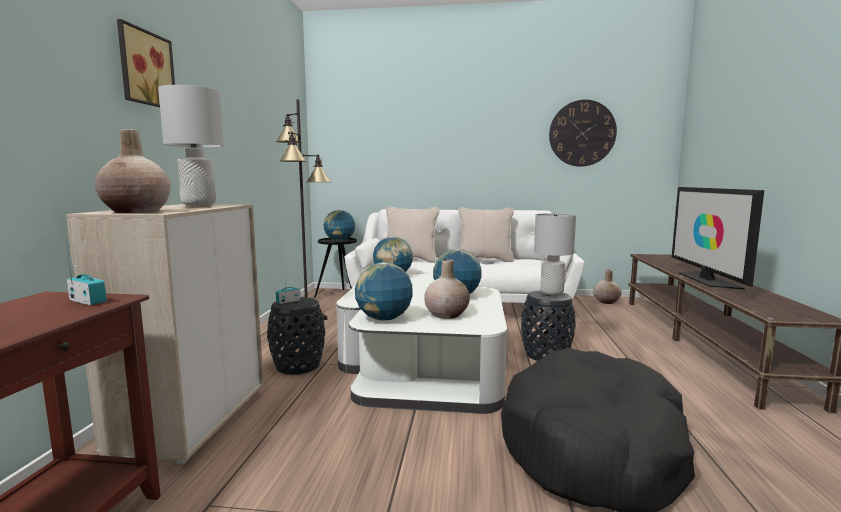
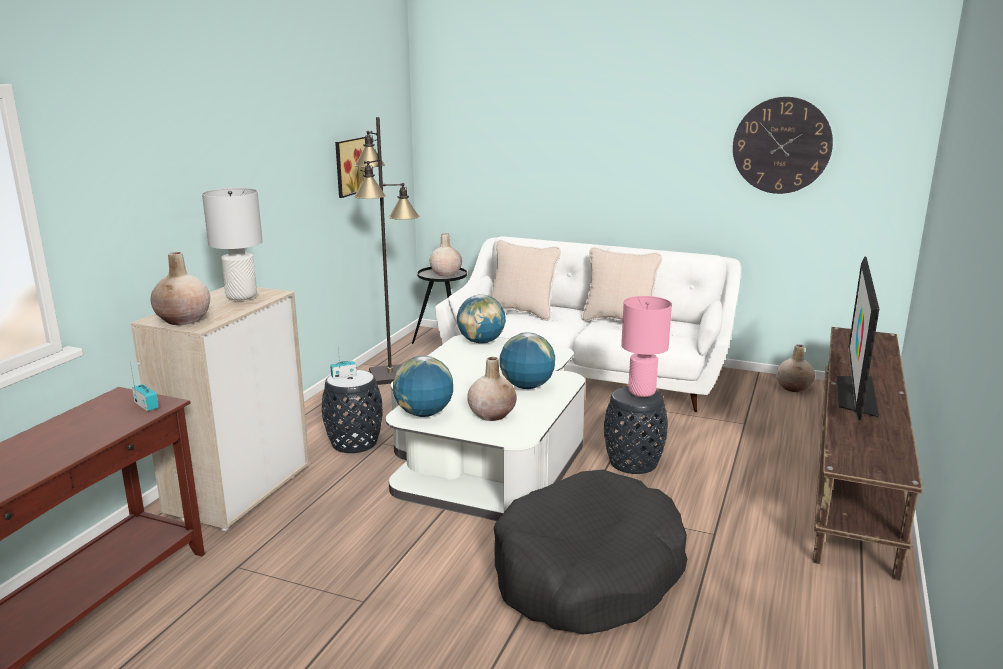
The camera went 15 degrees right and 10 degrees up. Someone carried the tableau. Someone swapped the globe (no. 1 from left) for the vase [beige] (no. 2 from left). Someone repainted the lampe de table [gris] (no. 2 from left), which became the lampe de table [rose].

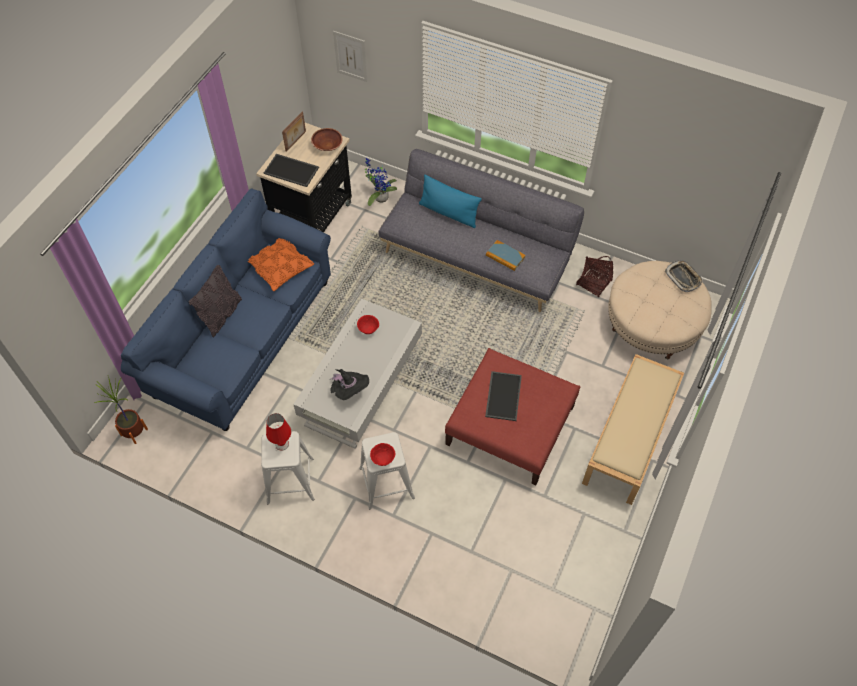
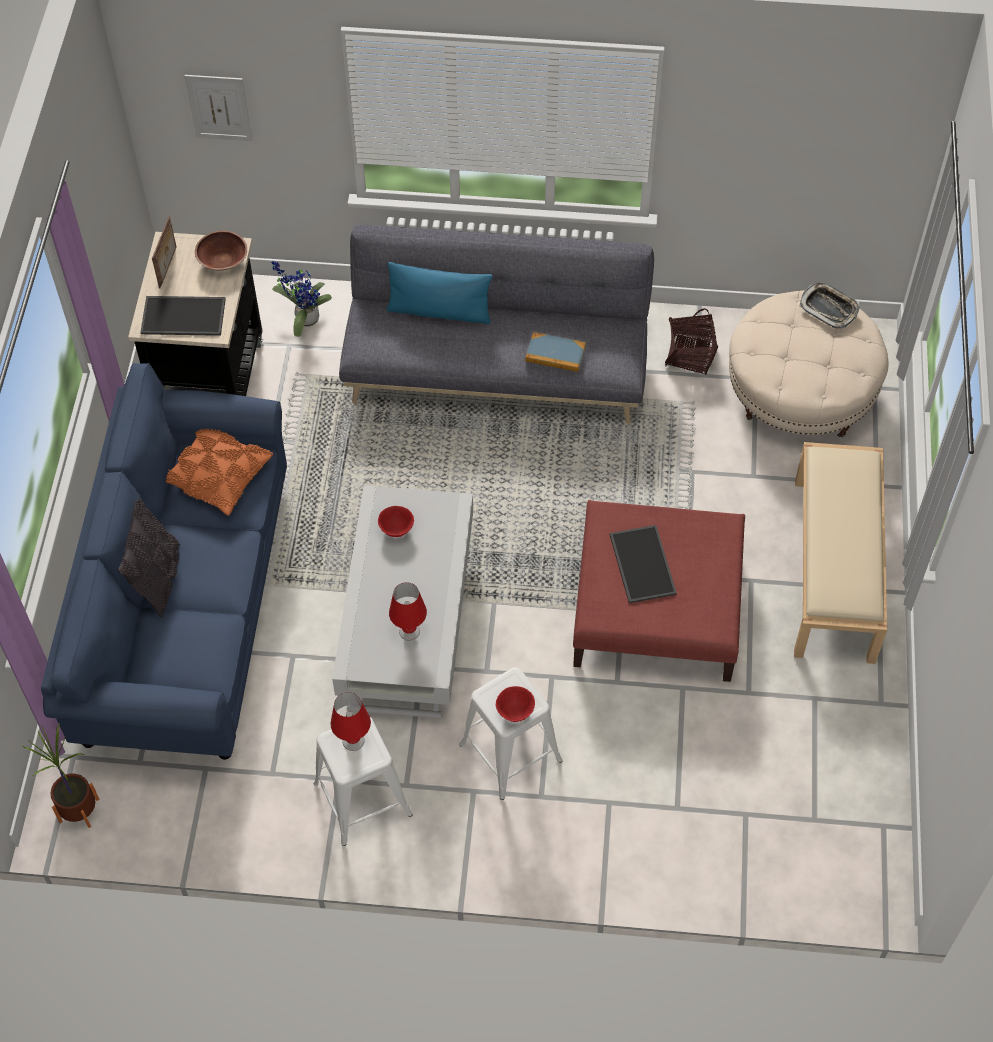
The camera went 20 degrees left and 0 degrees up. Someone swapped the chapeau [noir] for the lampe de table [rouge] (no. 2 from left).

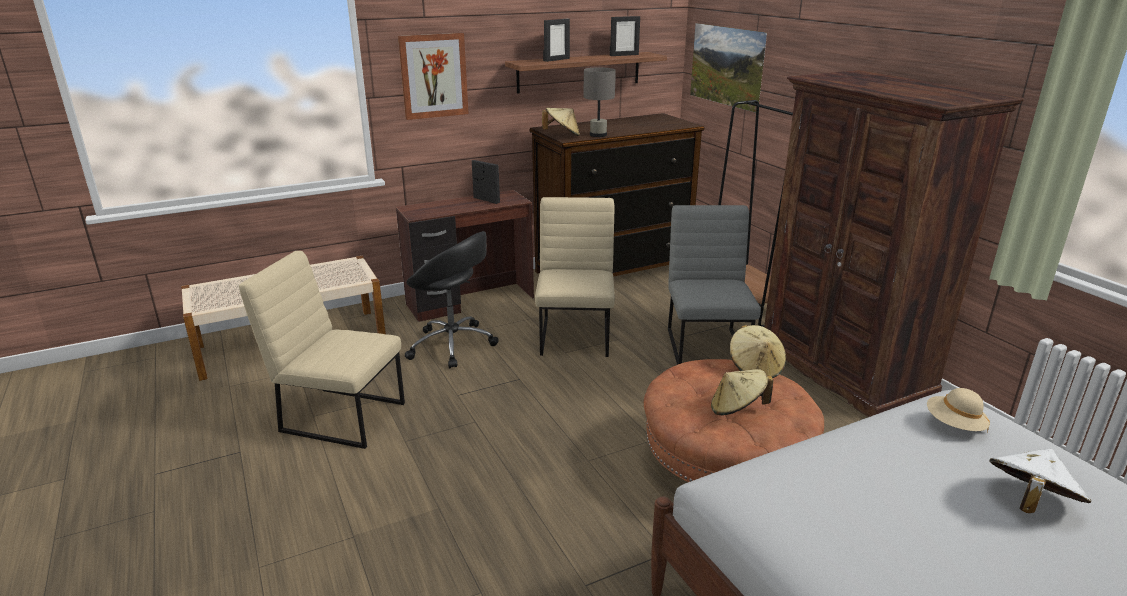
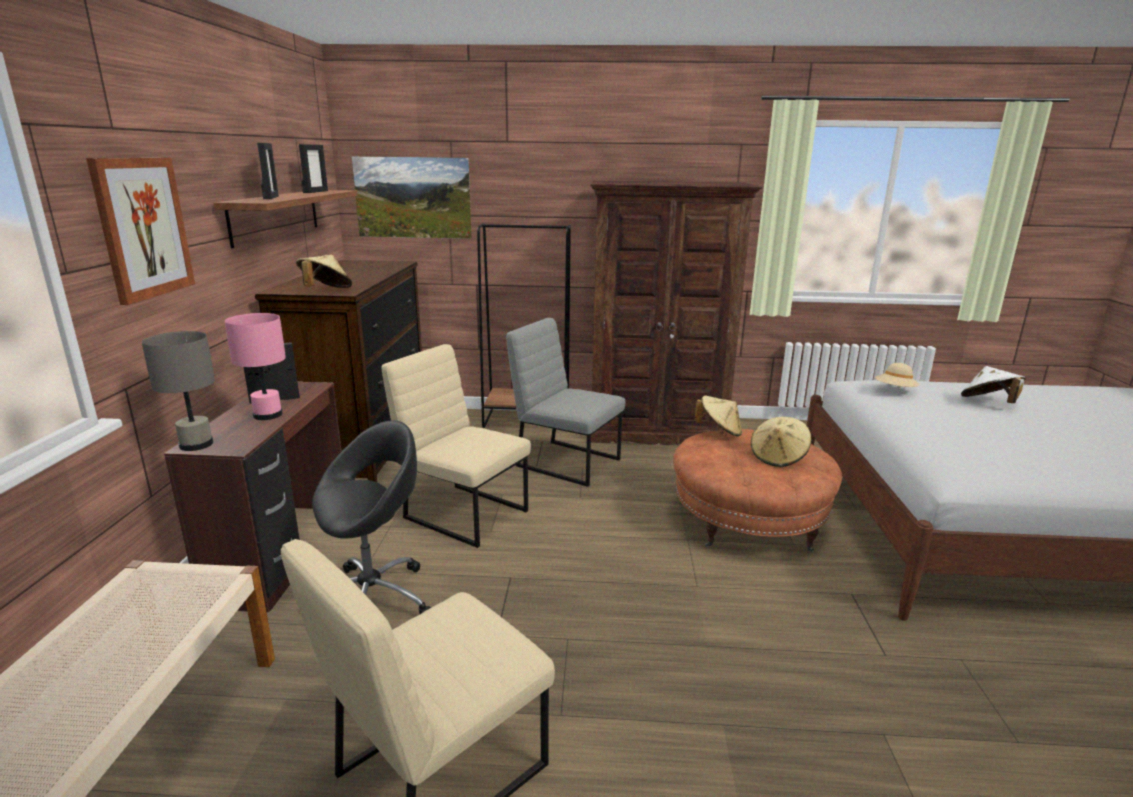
The camera went 60 degrees left and 5 degrees down. Someone put down the lampe de table [rose]. Someone carried the lampe de table [gris].

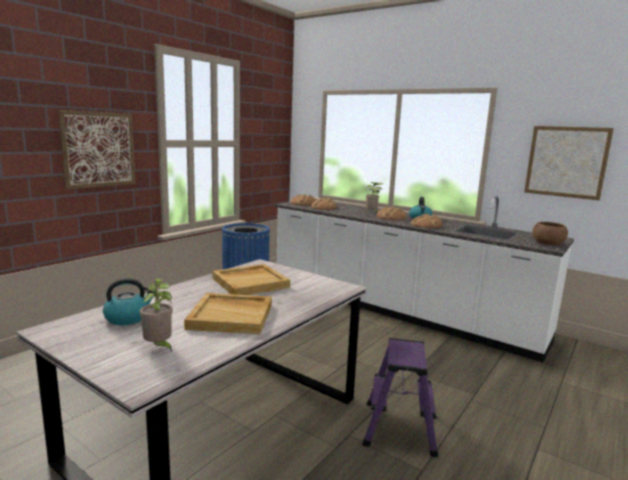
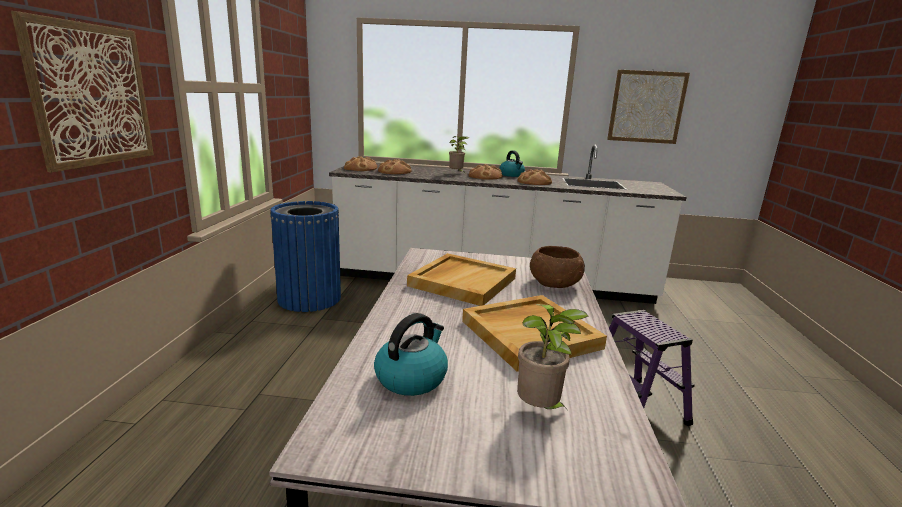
The camera went 30 degrees left and 5 degrees up. Someone carried the bol [marron].

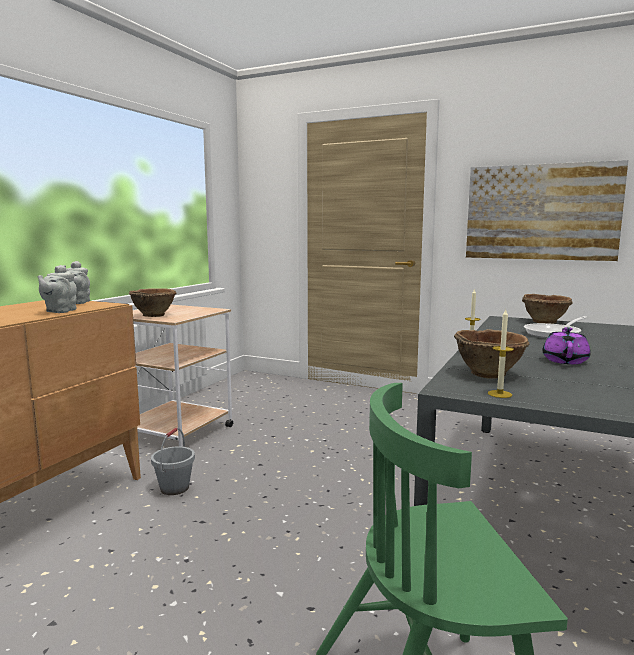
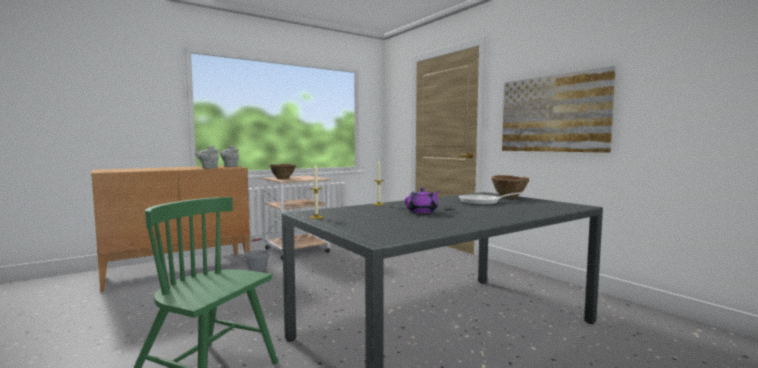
The camera went 30 degrees right and 5 degrees down. Someone took away the bol [marron] (no. 2 from left).

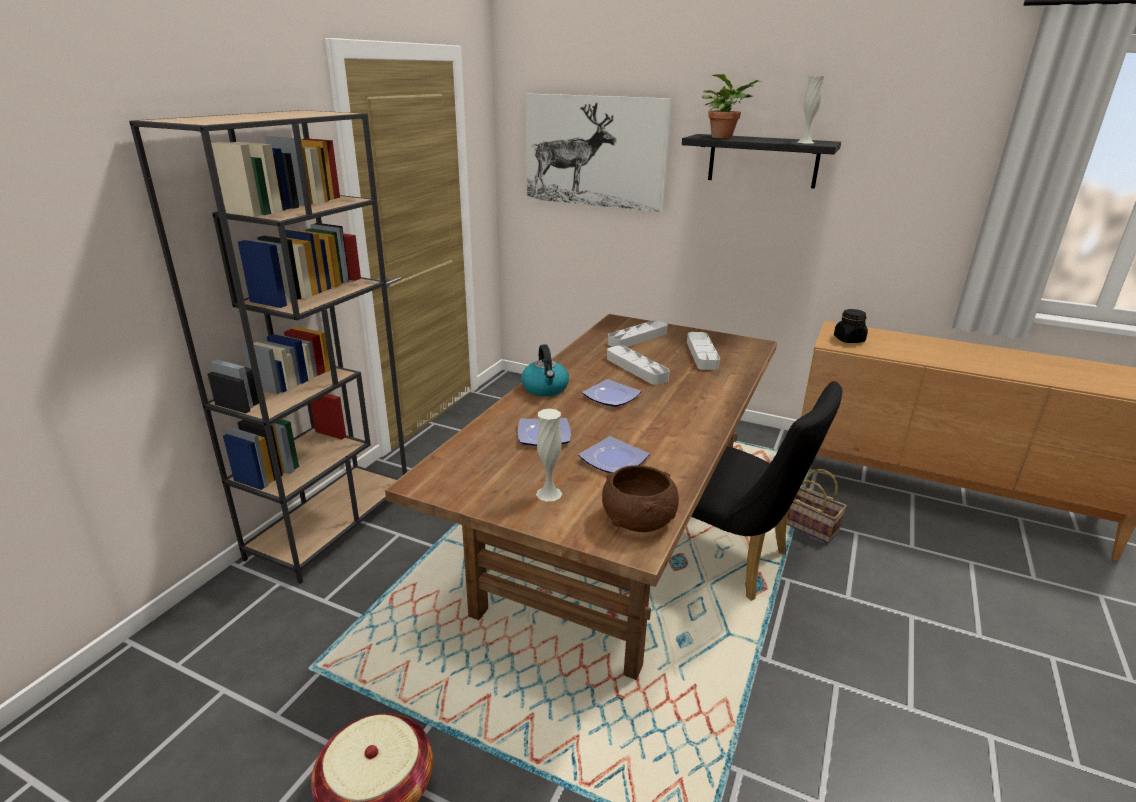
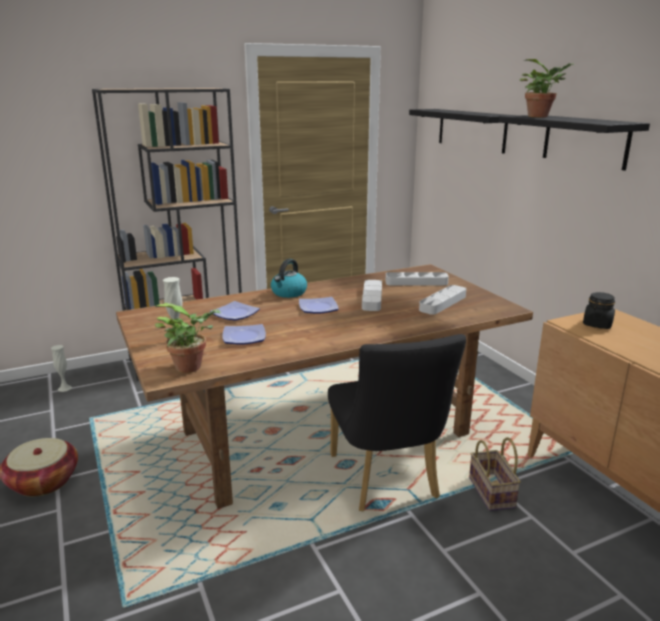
The camera went 40 degrees right and 5 degrees down. Someone carried the vase [blanc] (no. 2 from left in the first image). Someone swapped the tableau for the étagère [noir] (no. 1 from left). Someone swapped the bol [marron] for the plante en pot (no. 1 from left).

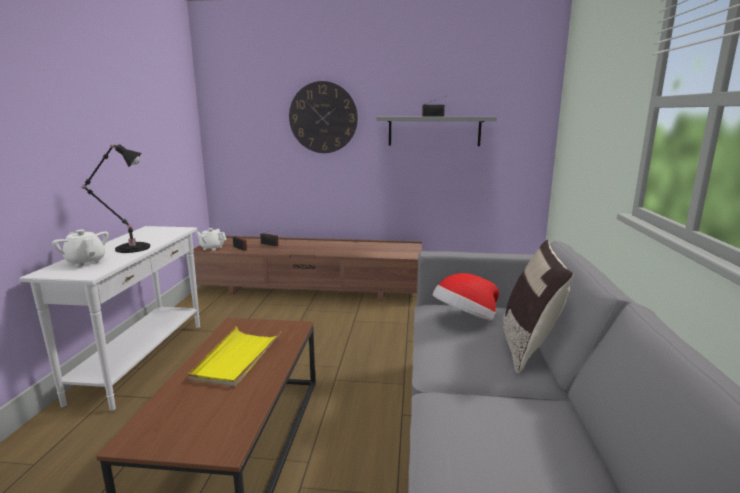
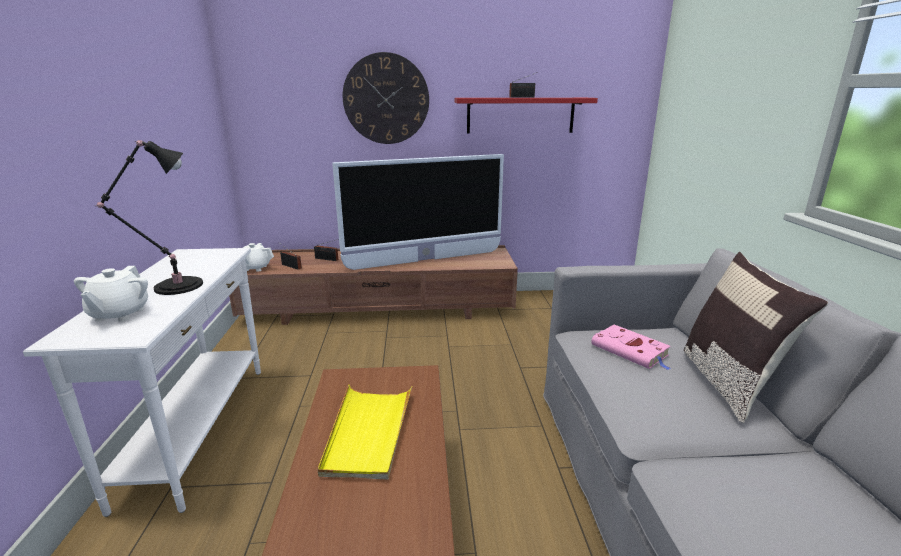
The camera went 10 degrees left and 5 degrees up. Someone put down the téléviseur. Someone swapped the chapeau for the livre [rose]. Someone repainted the étagère [gris], which became the étagère [rouge]. Someone rotated the théière [blanc] (no. 1 from left) by 120 degrees counterclockwise.

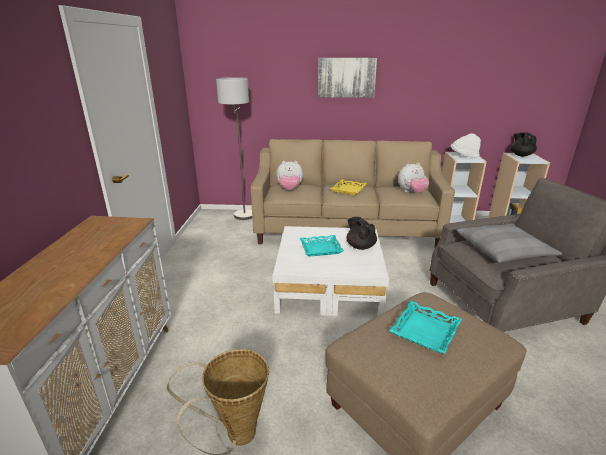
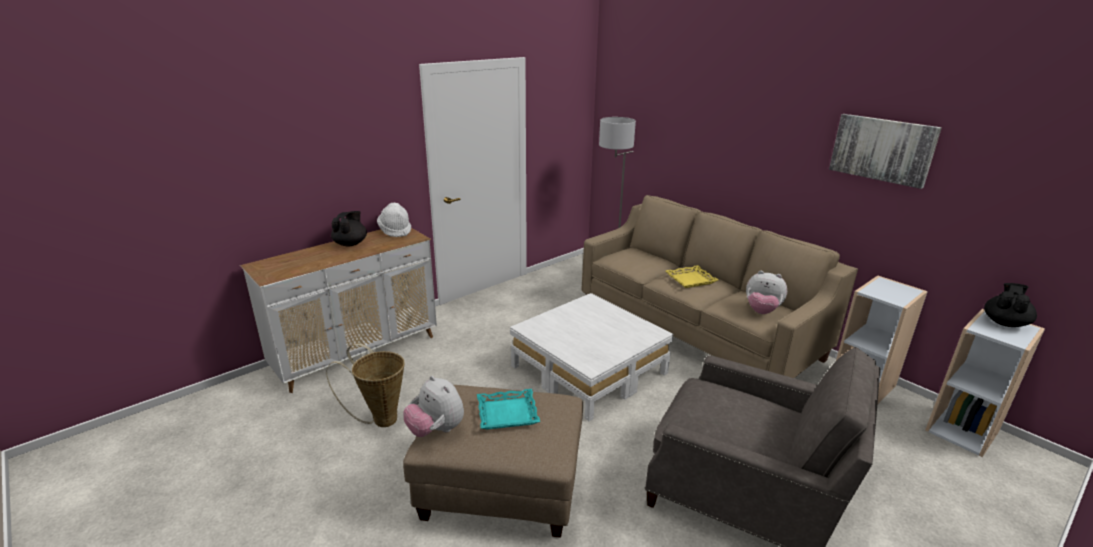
The camera went 45 degrees right and 0 degrees up. Someone took away the plateau [turquoise] (no. 1 from left). Someone took away the coussin [gris]. Someone carried the peluche (no. 1 from left). Someone carried the tableau. Someone carried the théière [noir] (no. 1 from left). Someone carried the chapeau [blanc].

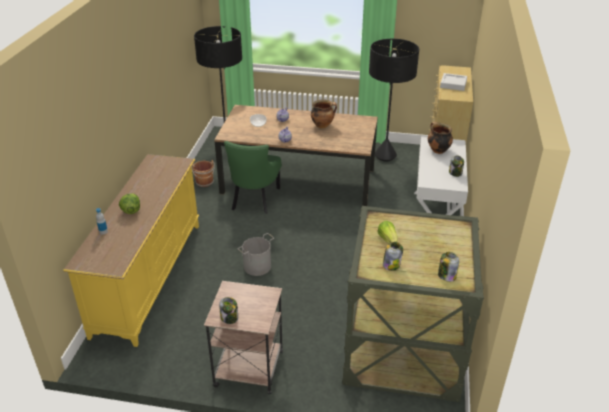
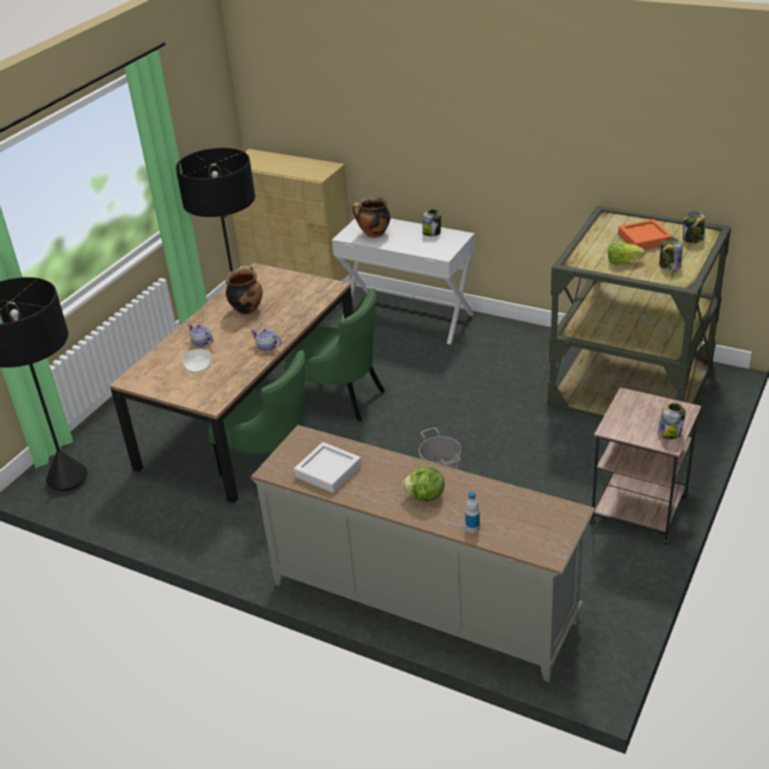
The camera went 70 degrees left and 0 degrees up. Someone took away the seau [marron]. Someone put down the chaise [vert] (no. 2 from left). Someone put down the plateau [orange]. Someone carried the plateau [gris]. Someone repainted the meuble de rangement [jaune], which became the meuble de rangement [gris].

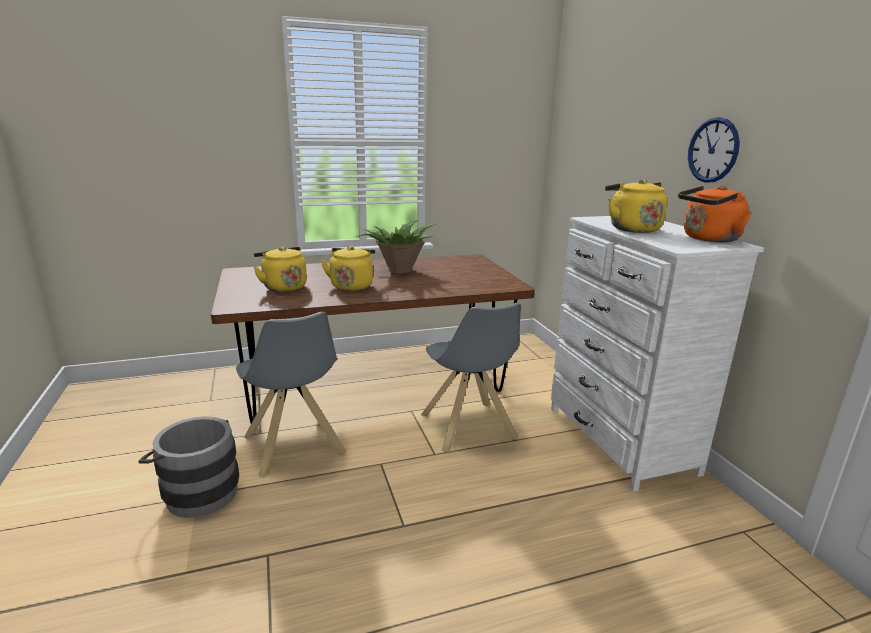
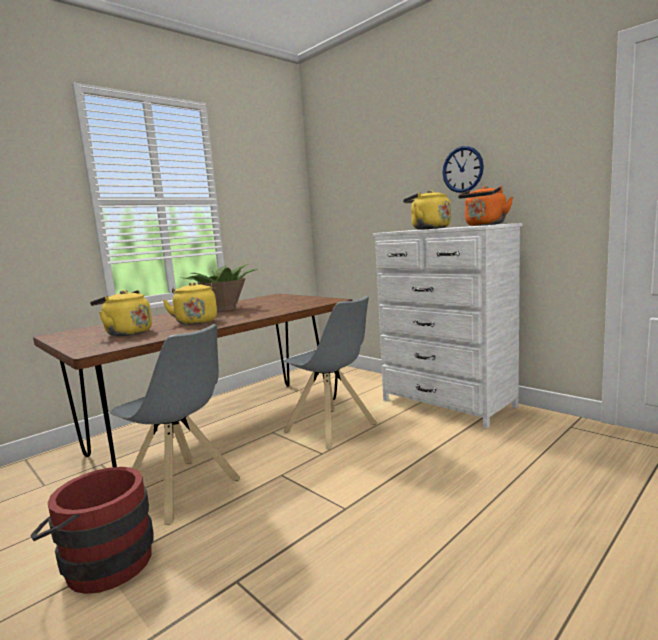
The camera went 25 degrees left and 10 degrees down. Someone repainted the seau [gris], which became the seau [rouge].

